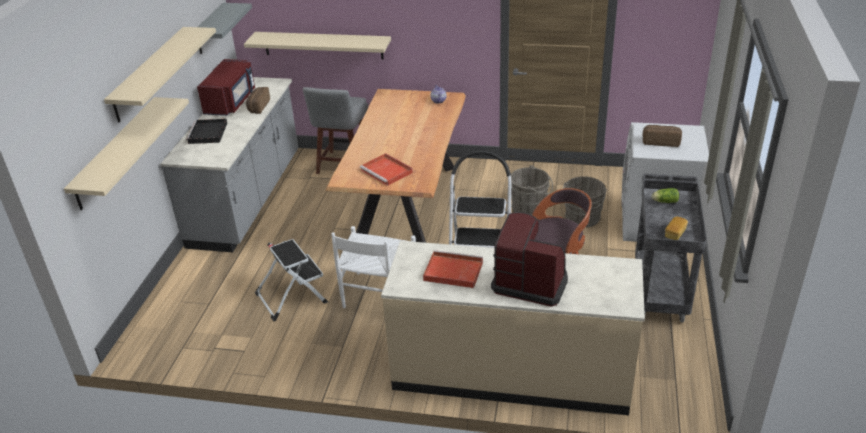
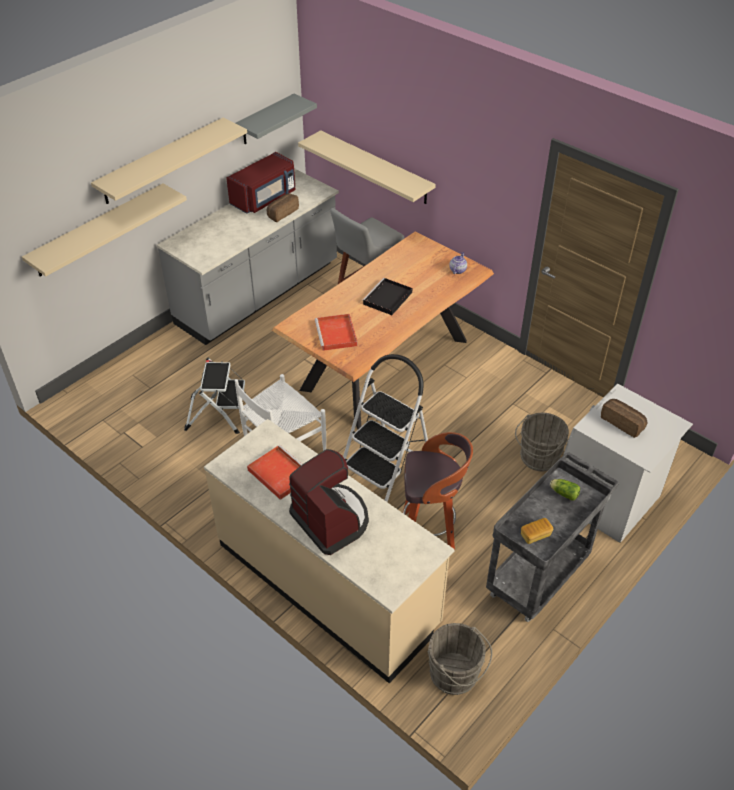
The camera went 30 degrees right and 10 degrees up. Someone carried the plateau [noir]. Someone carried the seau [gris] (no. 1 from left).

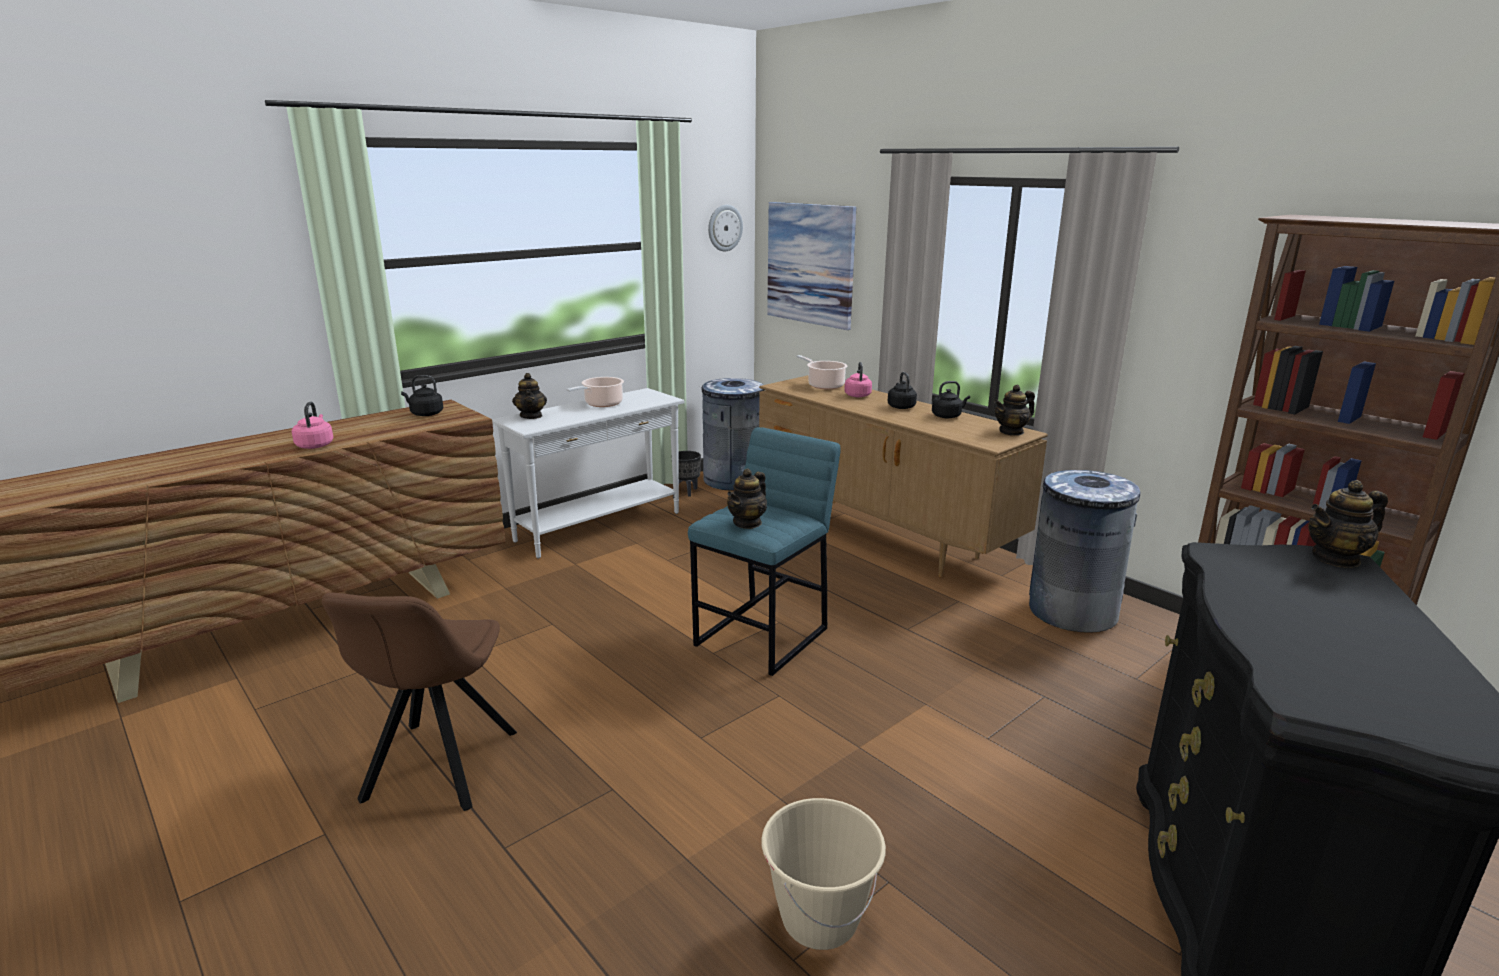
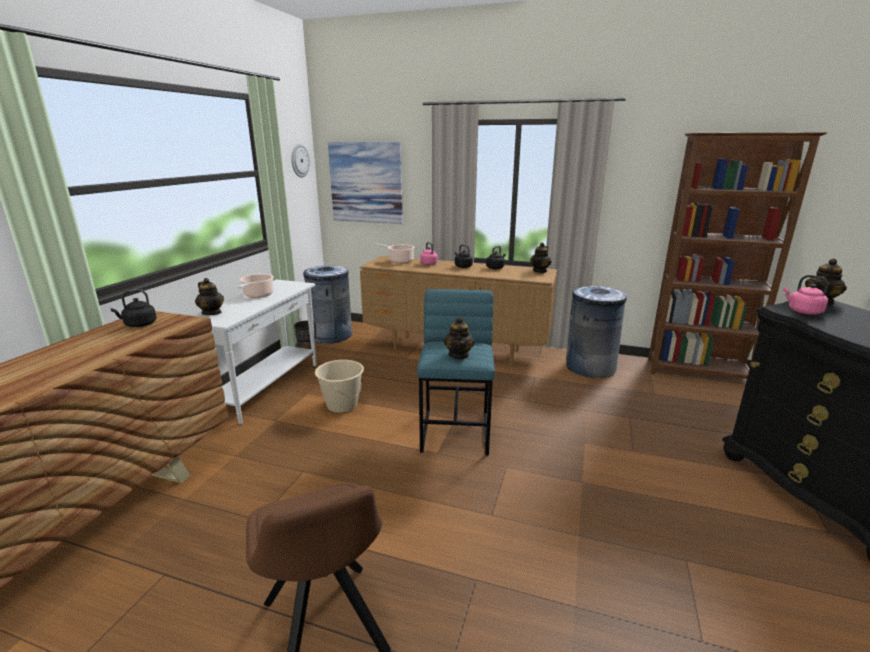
The camera went 30 degrees left and 0 degrees up. Someone carried the bouilloire [rose] (no. 1 from left in the first image). Someone carried the seau [beige].

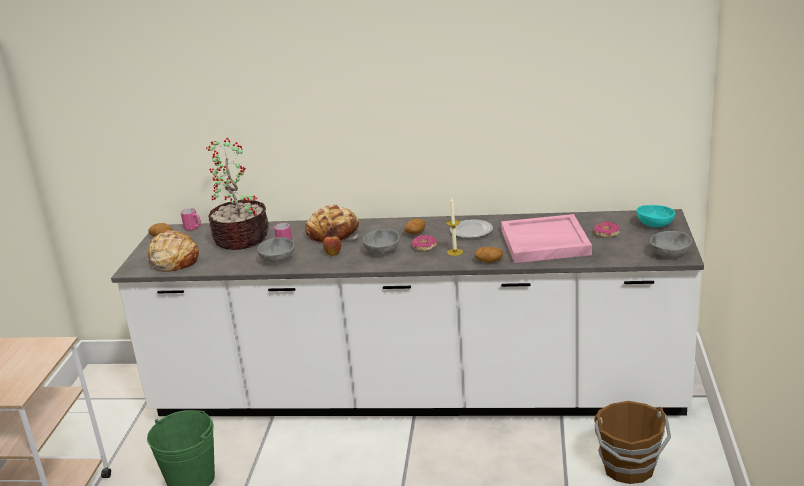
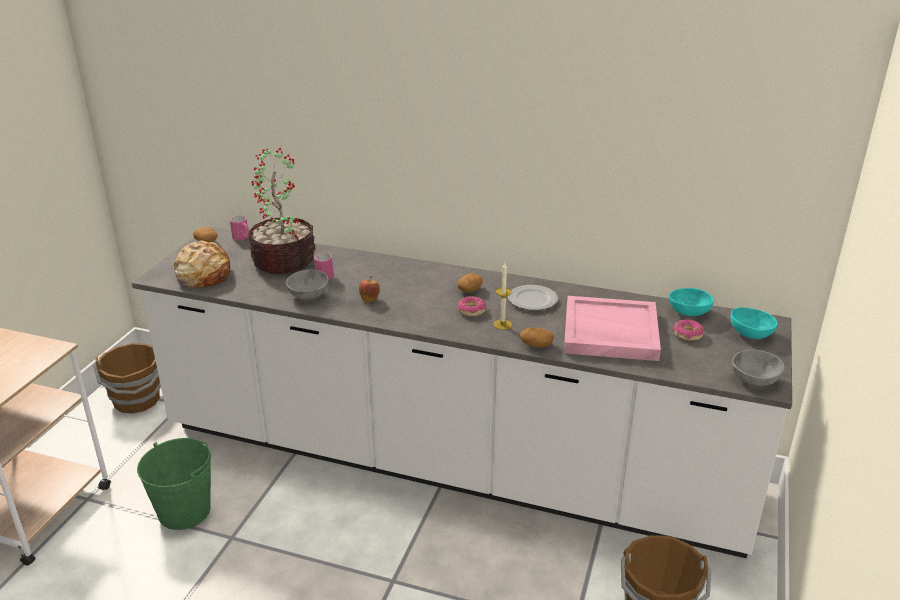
The camera went 10 degrees right and 5 degrees up. Someone took away the pain (no. 2 from left). Someone took away the bol [gris] (no. 2 from left). Someone put down the seau [marron] (no. 1 from left). Someone put down the bol [turquoise] (no. 1 from left).

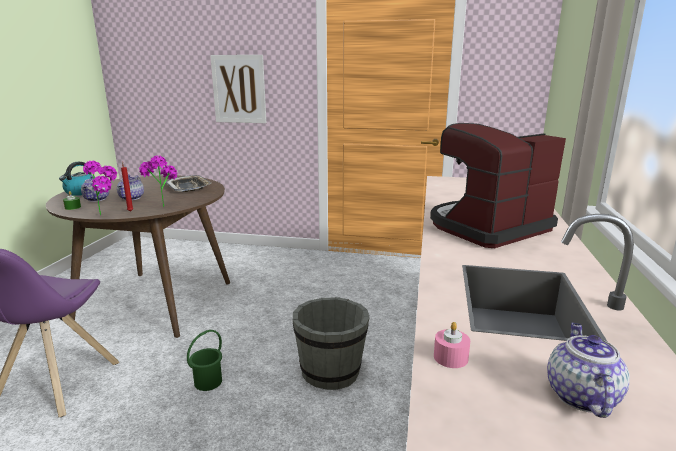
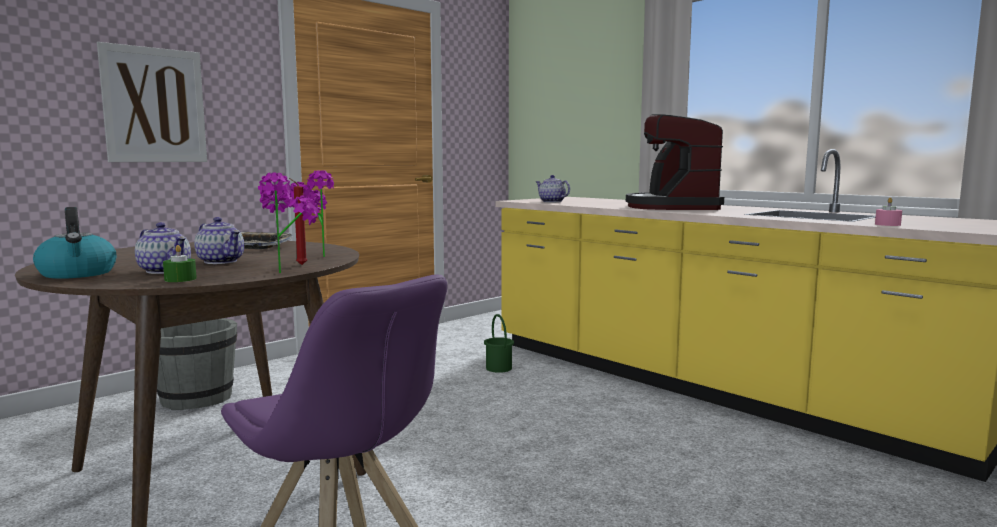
The camera went 55 degrees left and 10 degrees down. Someone carried the seau [vert]. Someone carried the seau [gris]. Someone carried the théière (no. 3 from left).

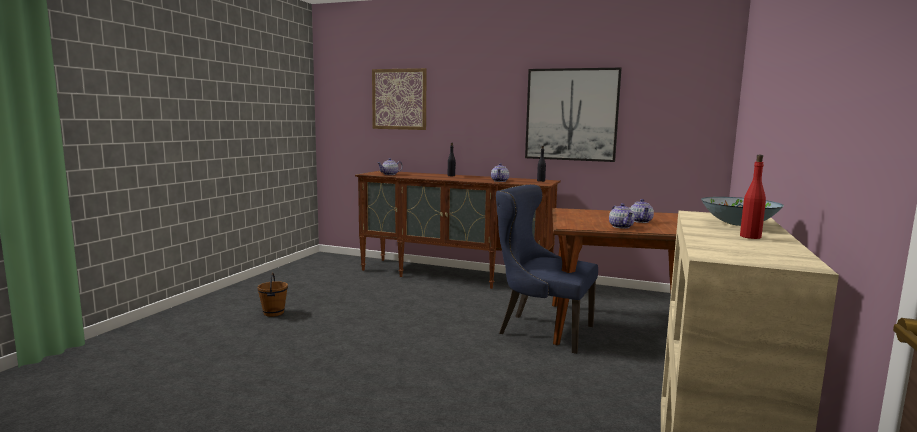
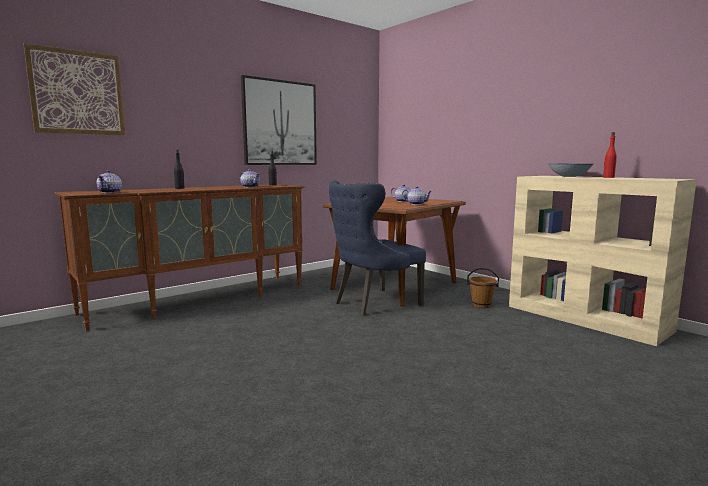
The camera went 60 degrees left and 0 degrees up. Someone carried the seau [marron].

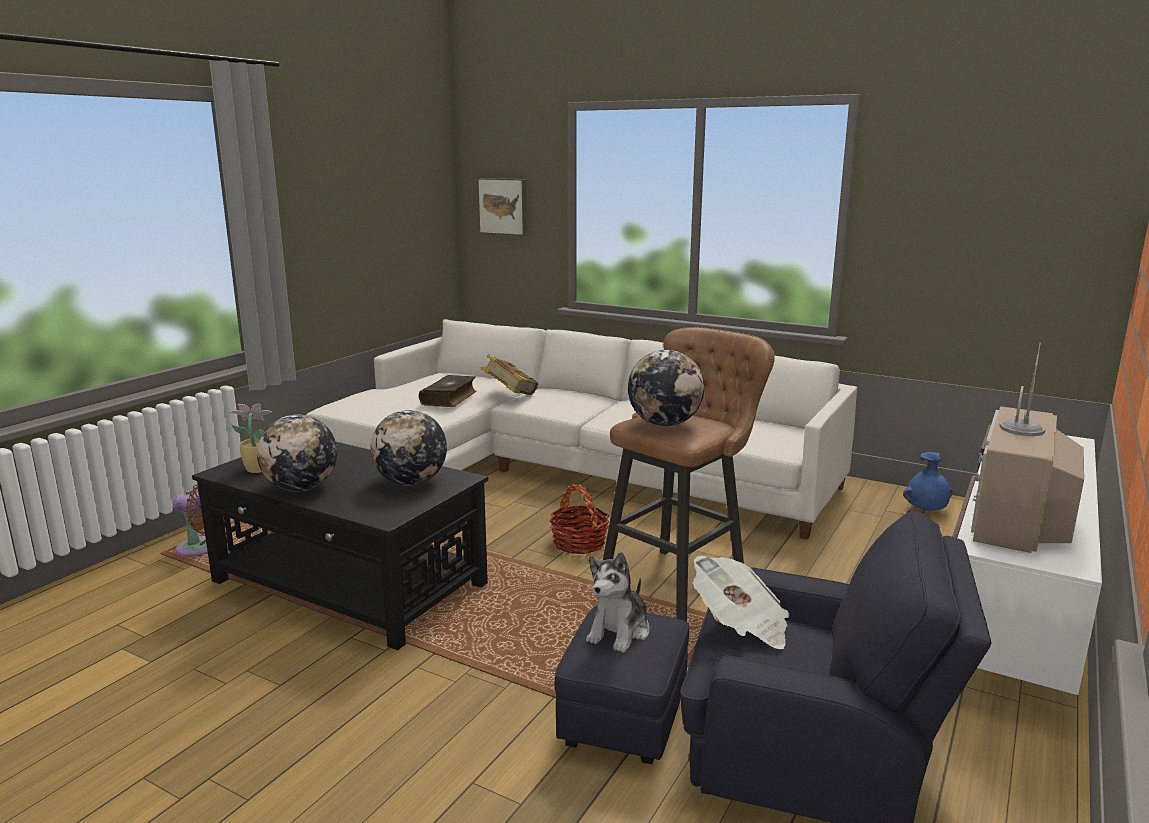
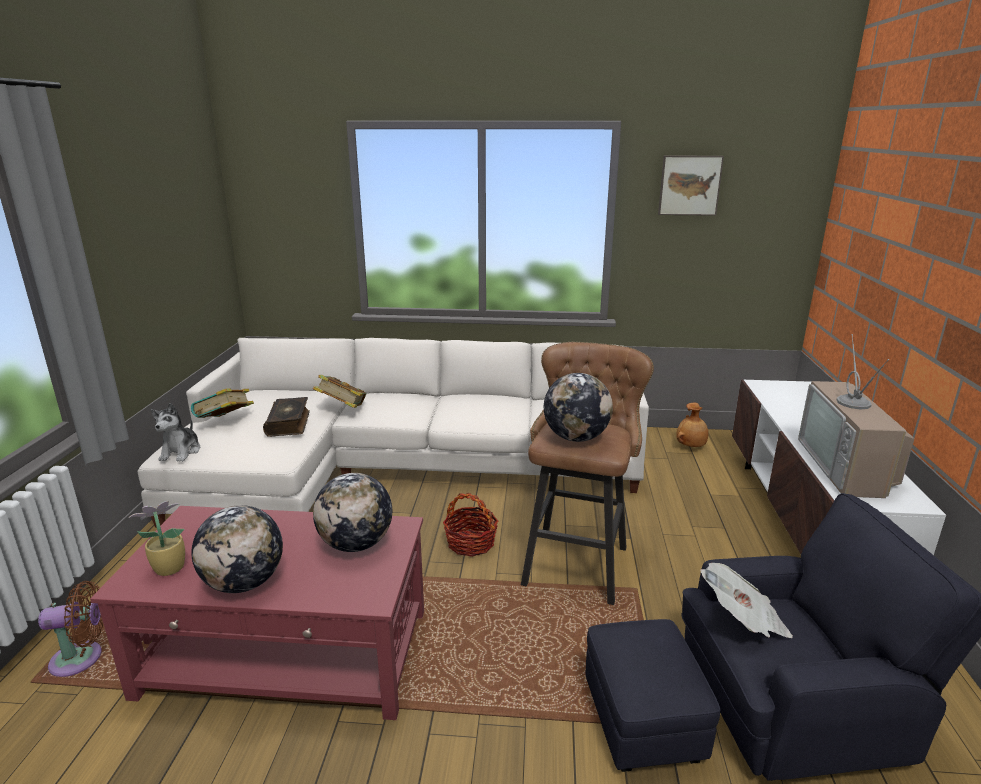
The camera went 25 degrees left and 5 degrees up. Someone put down the livre (no. 1 from left). Someone carried the tableau. Someone carried the peluche. Someone repainted the table basse [noir], which became the table basse [rouge]. Someone repainted the vase [bleu], which became the vase [marron].

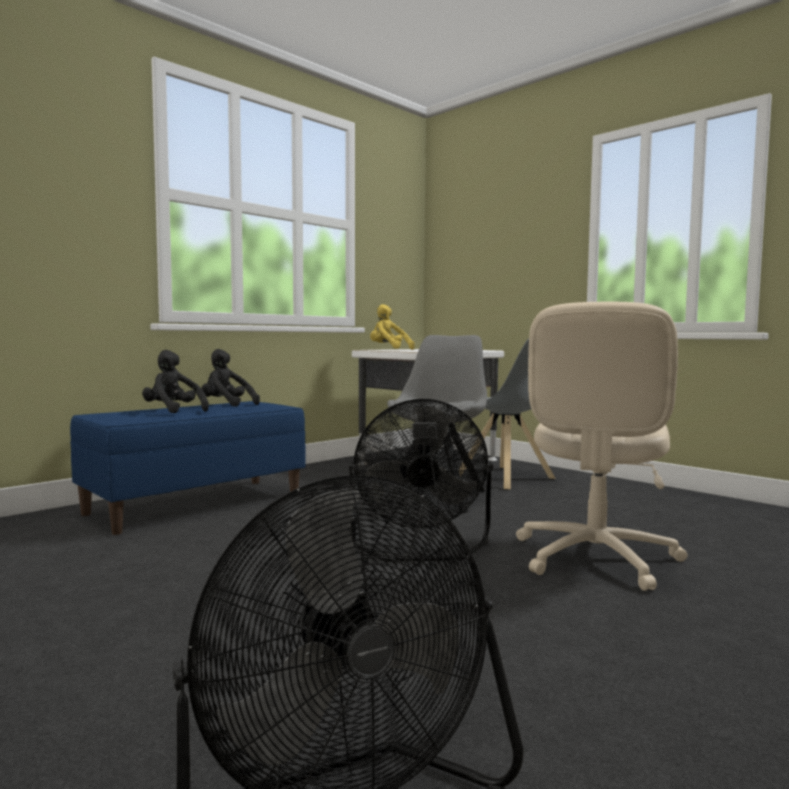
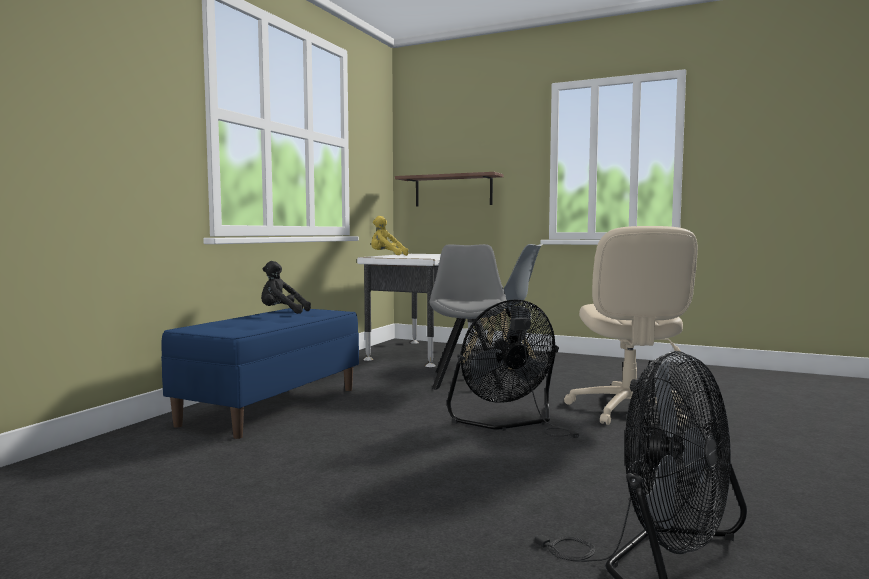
The camera went 20 degrees left and 0 degrees up. Someone took away the peluche [noir] (no. 1 from left). Someone put up the étagère [marron].

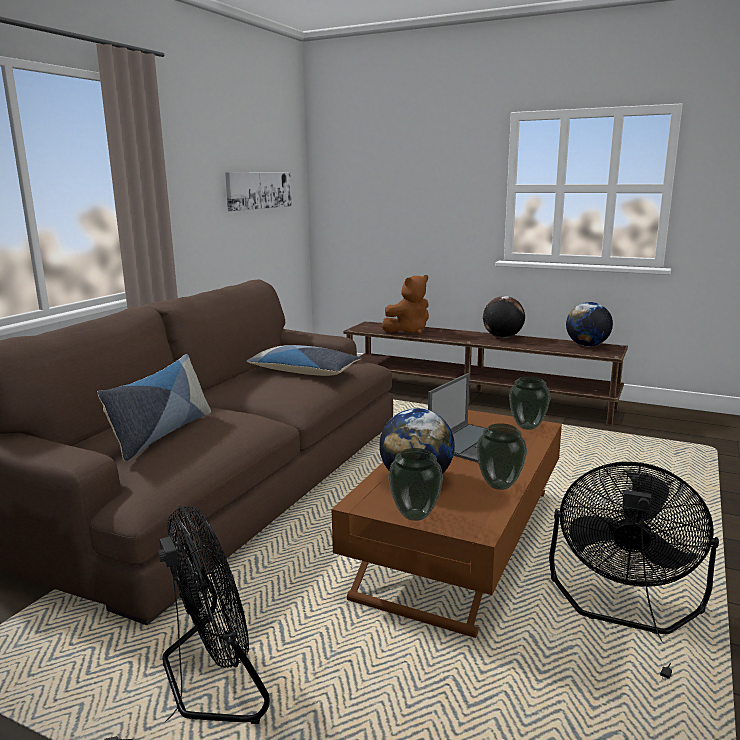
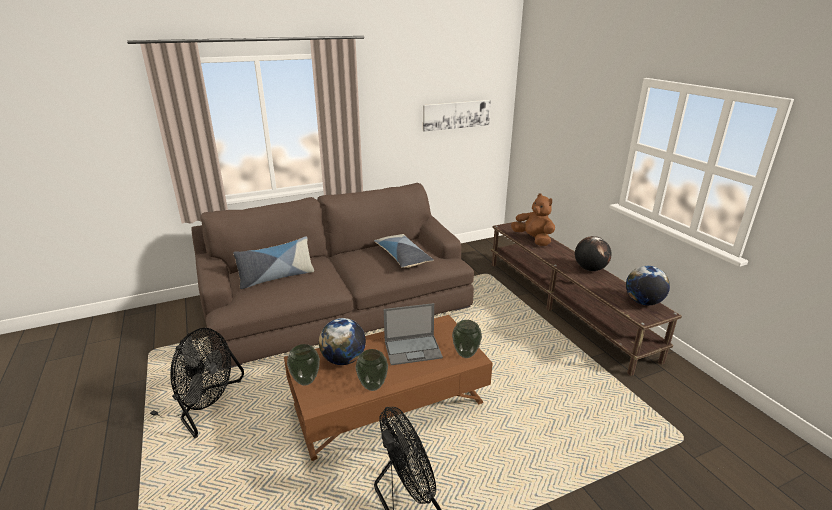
The camera went 40 degrees right and 10 degrees up. Someone rotated the peluche [marron] by 135 degrees counterclockwise.

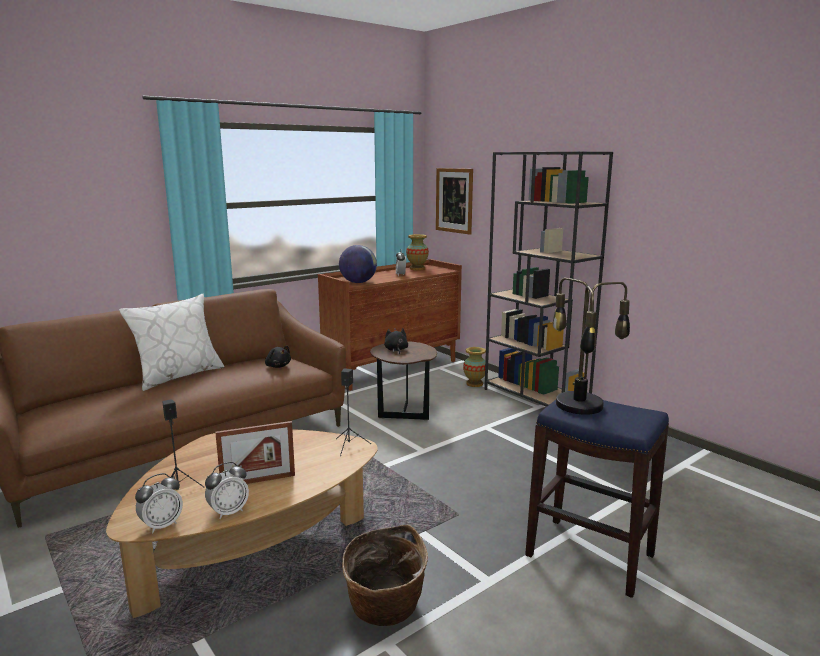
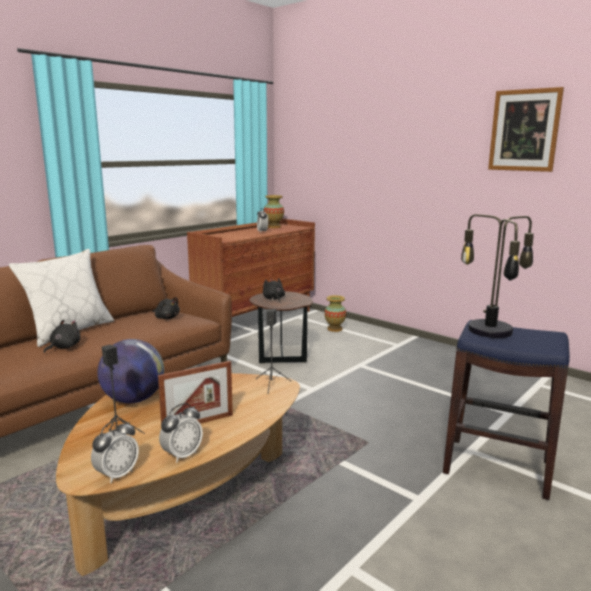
The camera went 10 degrees left and 0 degrees up. Someone took away the panier. Someone took away the bibliothèque. Someone put down the peluche [noir] (no. 1 from left). Someone carried the globe. Someone carried the tableau.

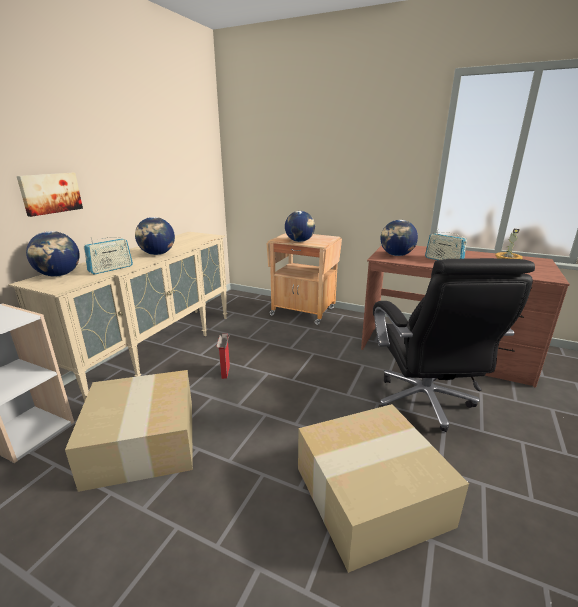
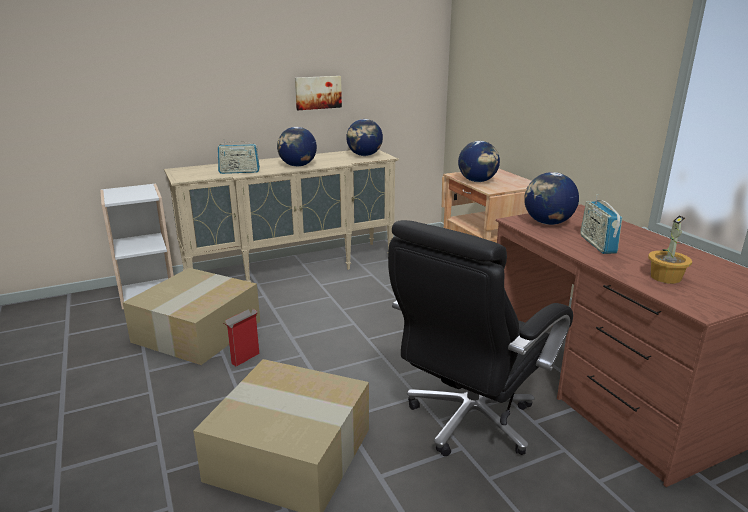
The camera went 40 degrees right and 0 degrees up. Someone carried the tableau. Someone carried the globe (no. 1 from left in the first image). Someone carried the carton (no. 2 from left).

